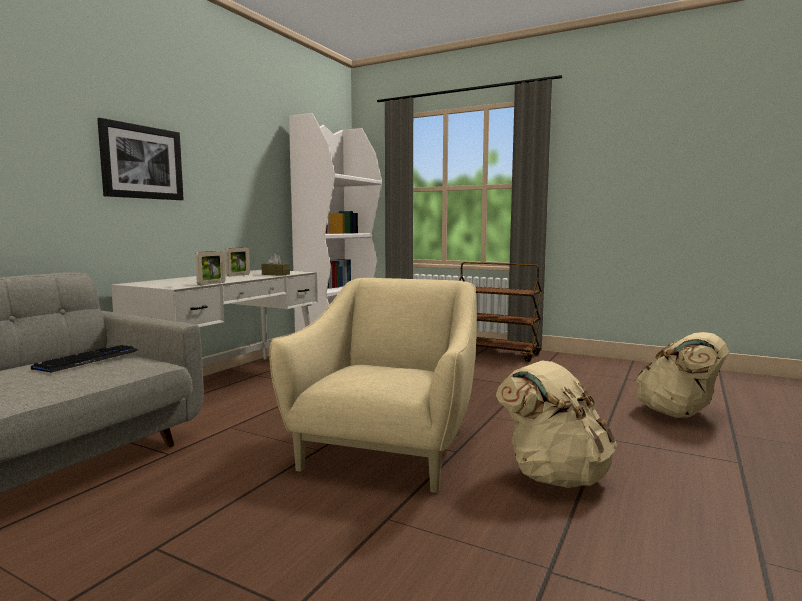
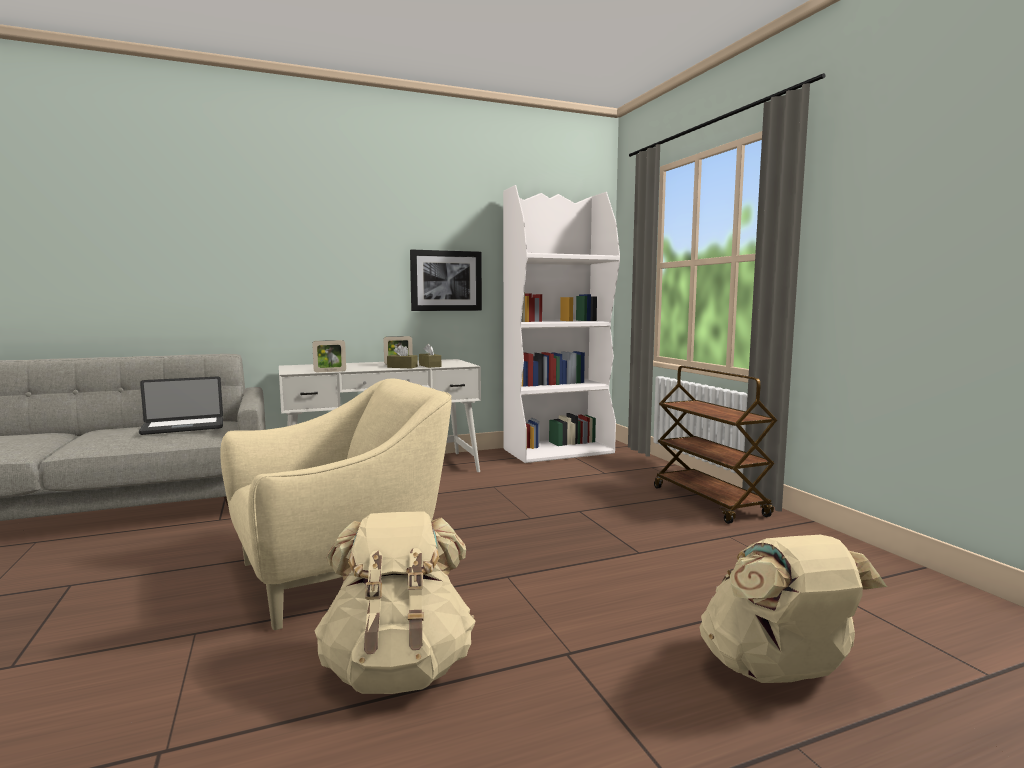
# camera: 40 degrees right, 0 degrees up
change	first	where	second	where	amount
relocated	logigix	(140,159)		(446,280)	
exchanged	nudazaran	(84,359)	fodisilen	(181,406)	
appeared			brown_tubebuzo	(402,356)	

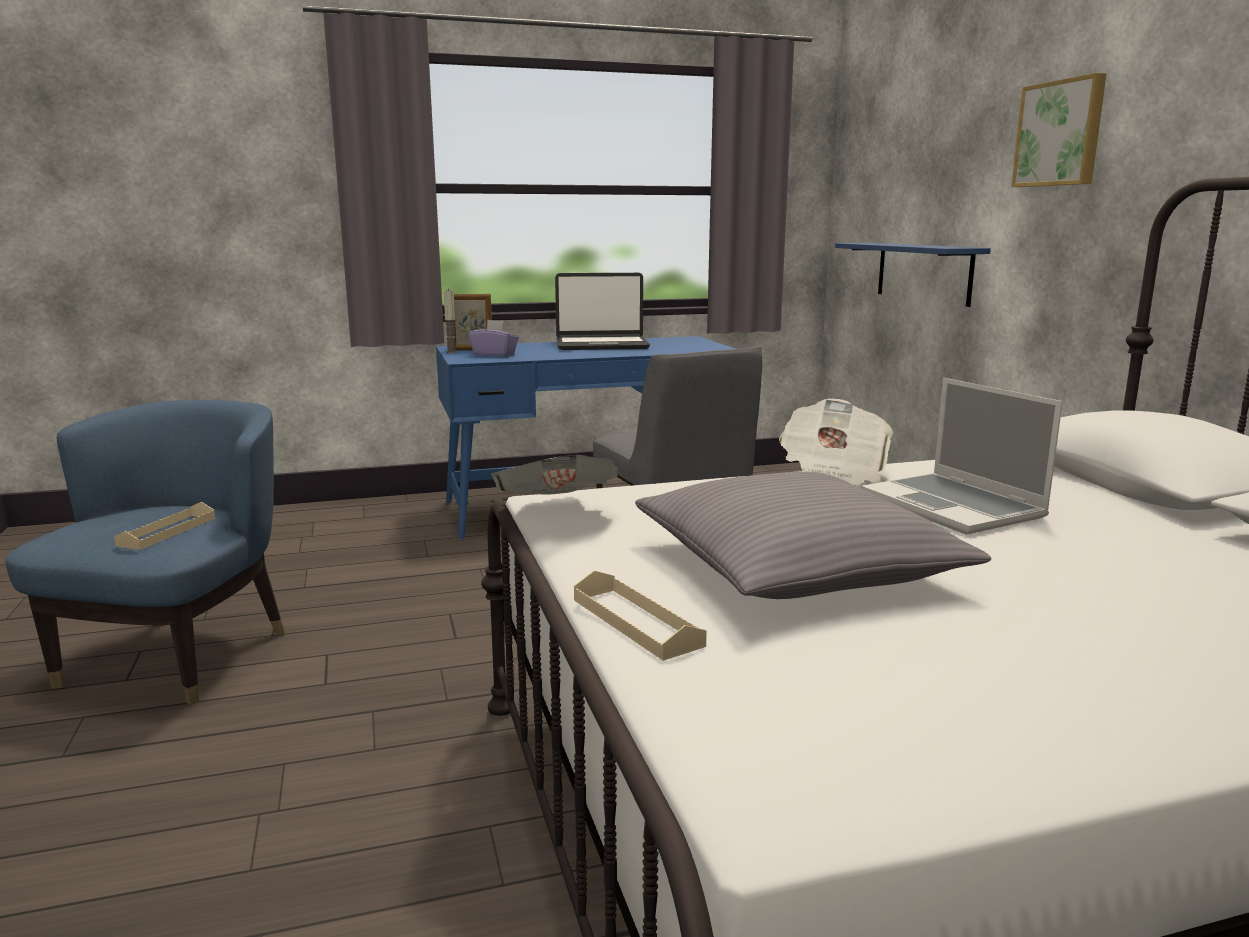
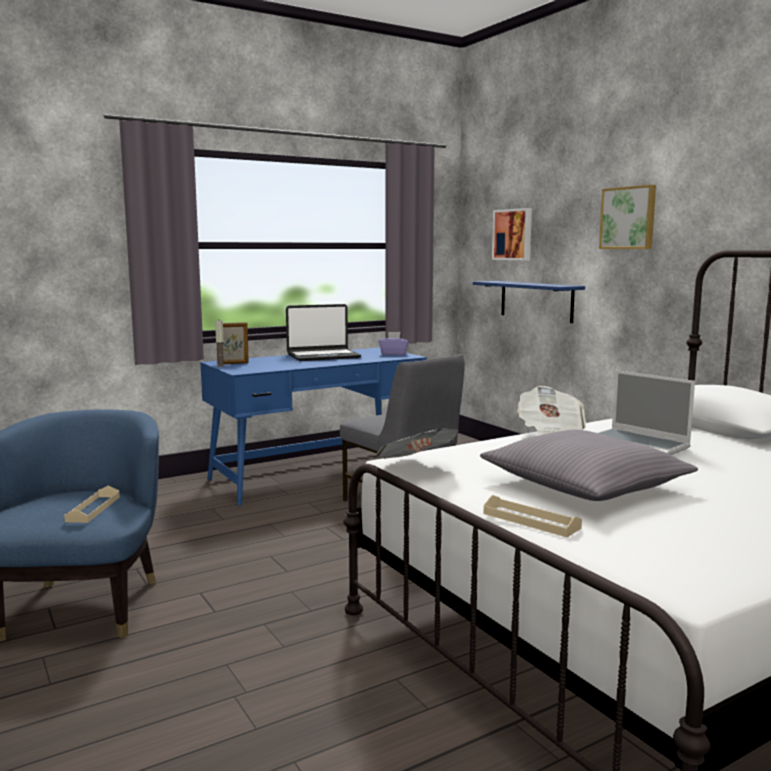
# camera: 15 degrees left, 5 degrees down
change	first	where	second	where	amount
relocated	purple_tubebuzo	(493,338)		(393,344)	
appeared			logigix	(512,234)	

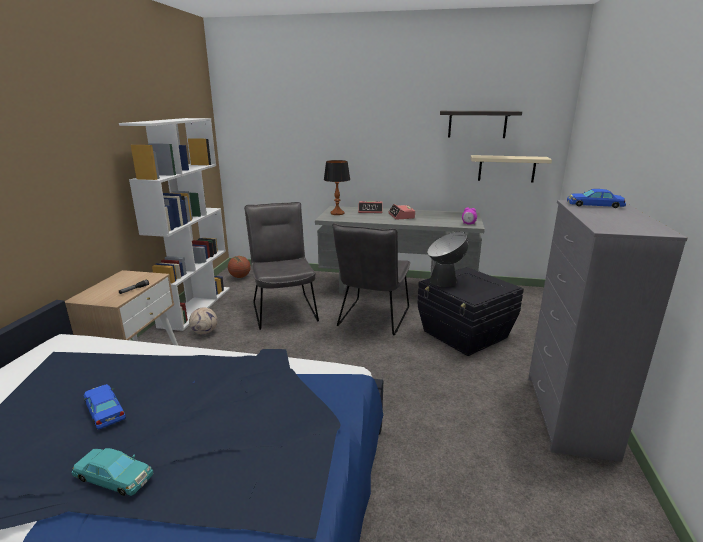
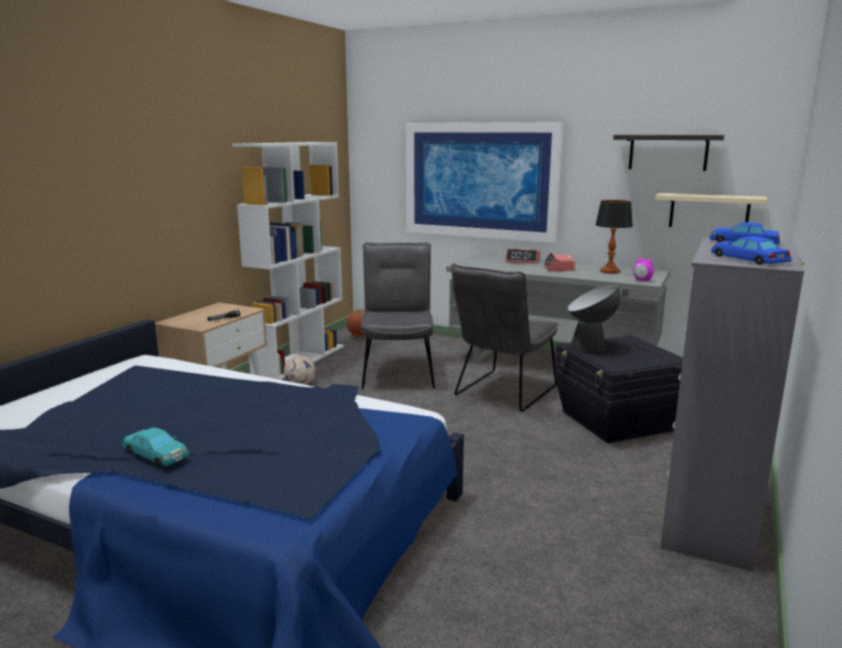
# camera: 15 degrees right, 5 degrees down
change	first	where	second	where	amount
relocated	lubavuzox	(337,187)		(614,236)	
relocated	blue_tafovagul	(105,407)		(751,250)	
appeared			logigix	(485,182)	

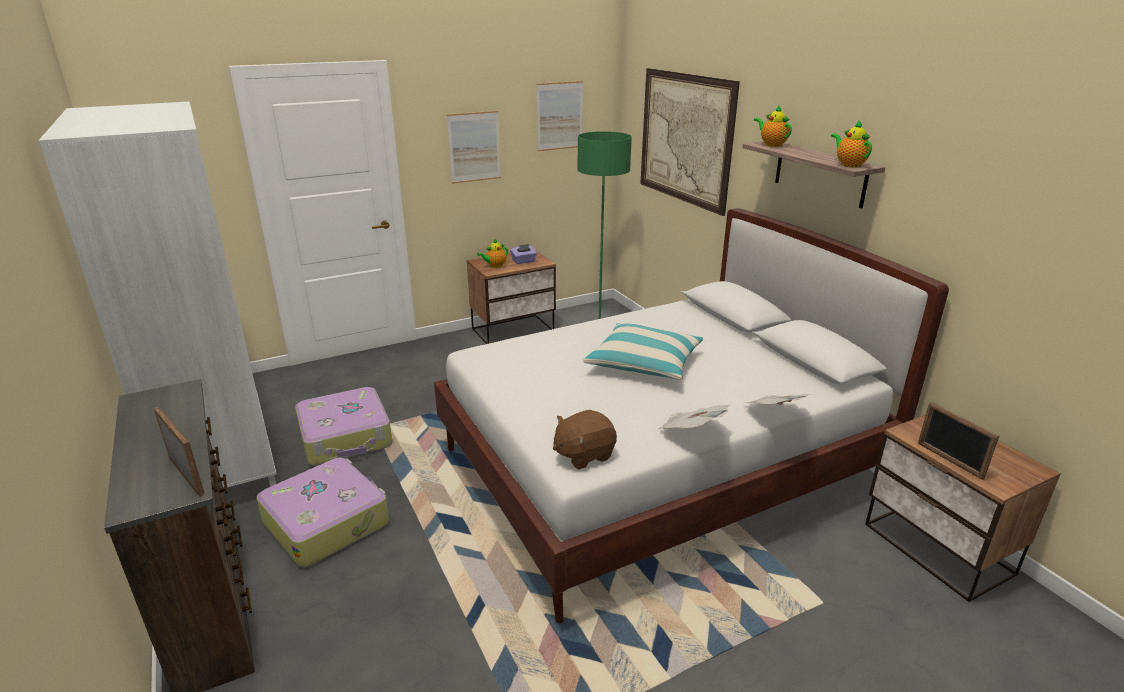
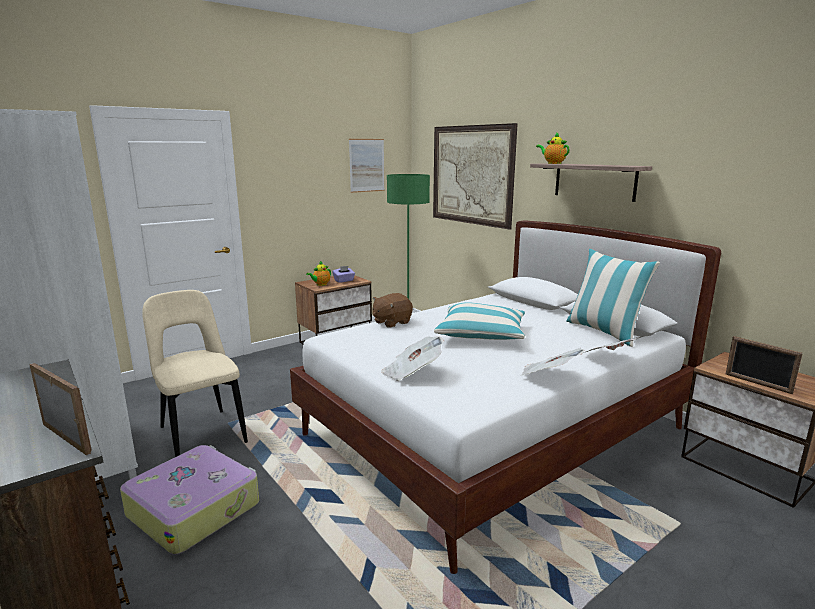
# camera: 10 degrees left, 10 degrees down
change	first	where	second	where	amount
missing	logigix	(474,147)			
missing	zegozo	(851,144)			
exchanged	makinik	(343,426)	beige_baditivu	(195,373)	
relocated	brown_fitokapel	(585,439)		(392,310)	
appeared			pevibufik	(613,298)	
appeared			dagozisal	(412,358)	

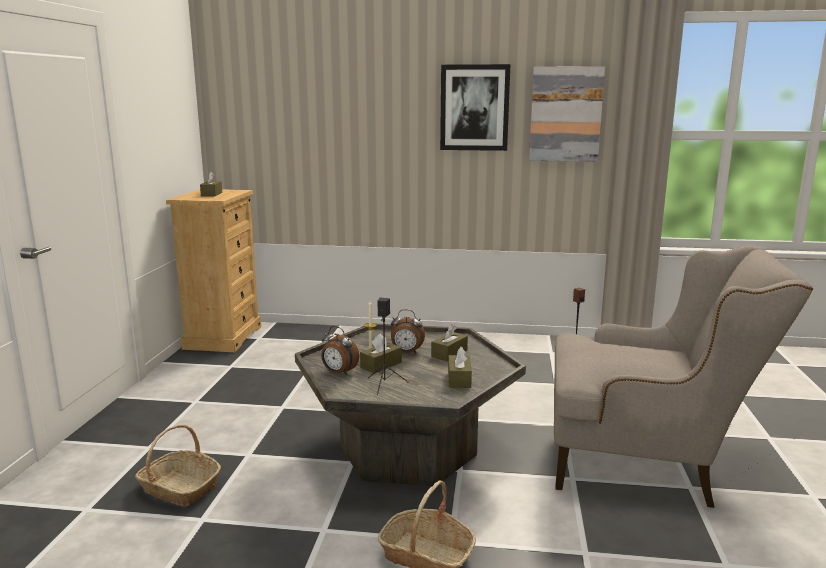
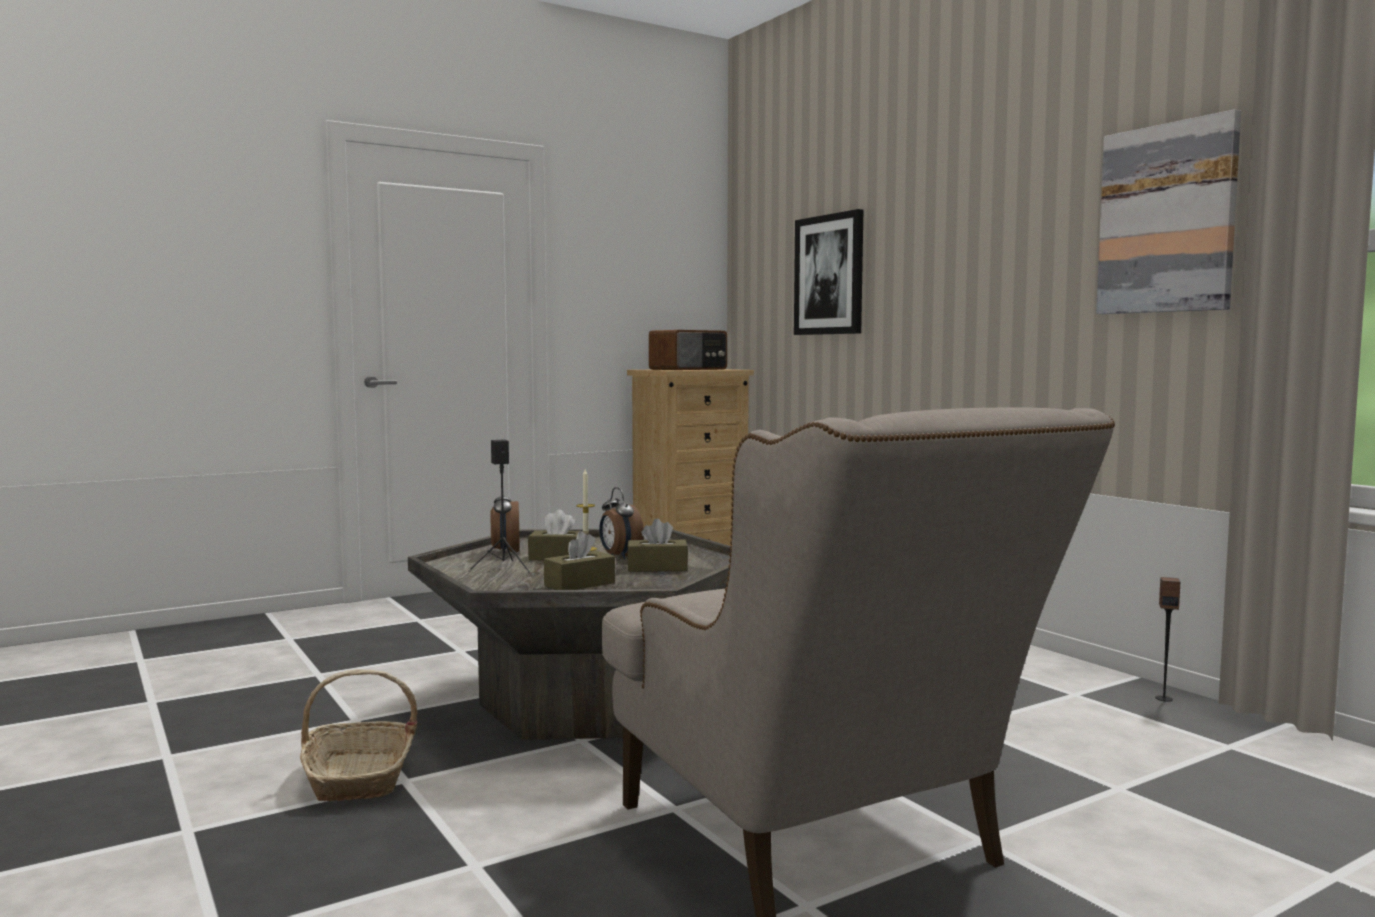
# camera: 50 degrees right, 10 degrees down
change	first	where	second	where	amount
relocated	logigix	(475,107)		(828,272)	
exchanged	brown_tubebuzo	(211,184)	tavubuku	(688,350)	
missing	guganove	(178,465)			

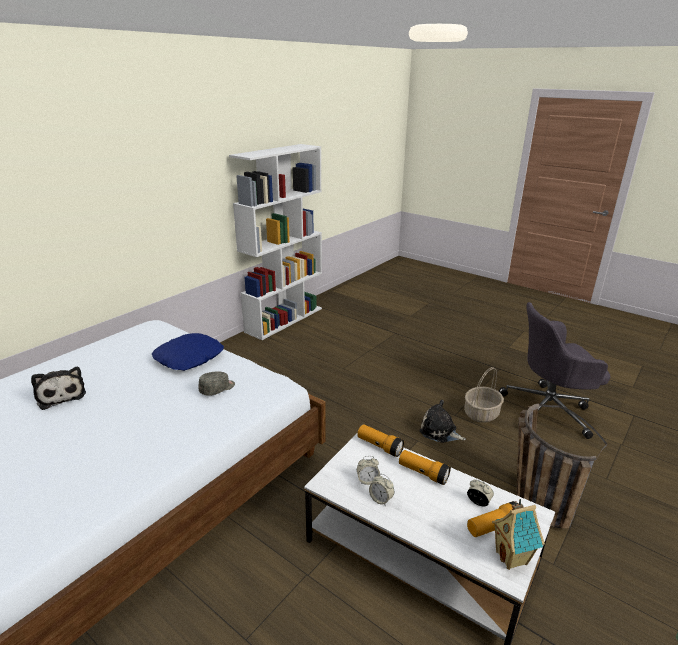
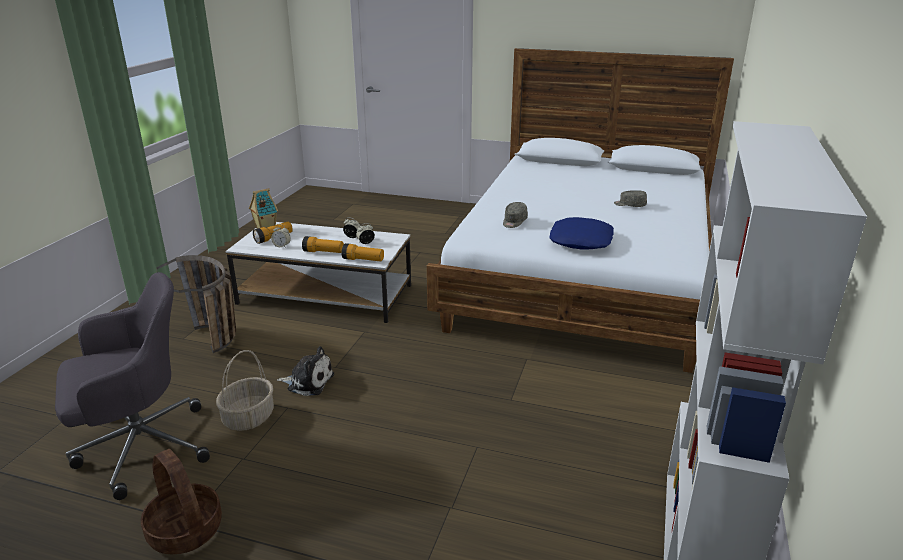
# camera: 160 degrees right, 0 degrees up
change	first	where	second	where	amount
exchanged	fitokapel	(58,388)	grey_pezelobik	(630,198)	
appeared			guganove	(181,501)	

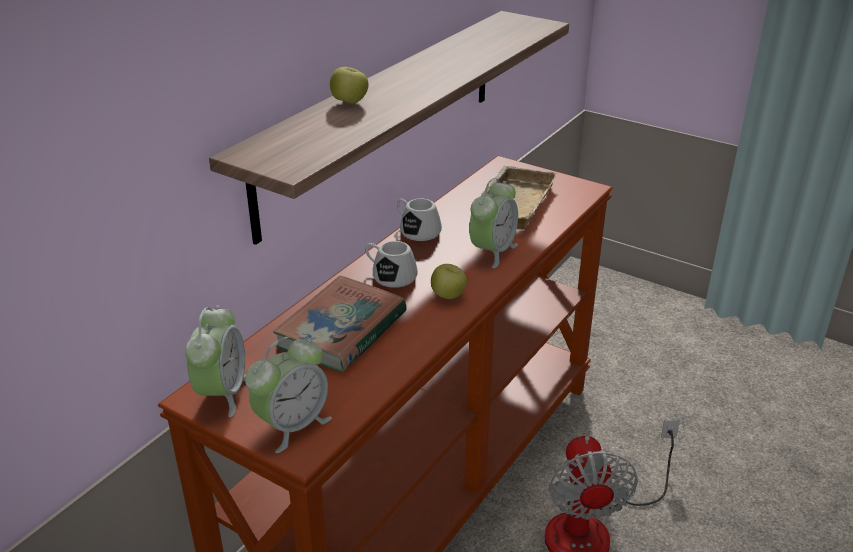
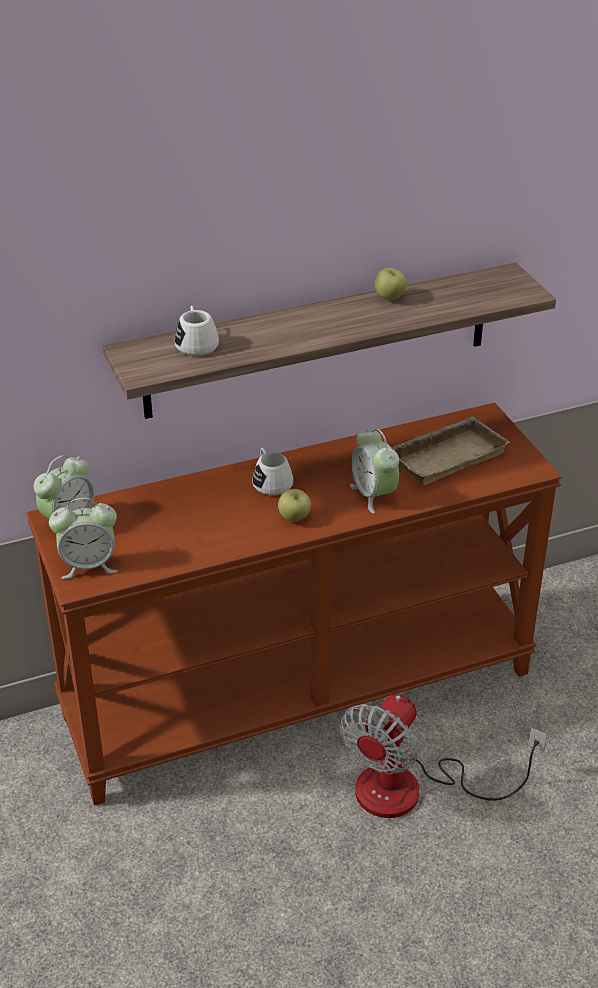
# camera: 35 degrees right, 5 degrees up
change	first	where	second	where	amount
relocated	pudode	(349,85)		(391,284)	
spun	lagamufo	(493,223)		(374,471)	90 degrees clockwise
relocated	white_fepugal	(419,219)		(197,331)	
missing	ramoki	(340,324)			

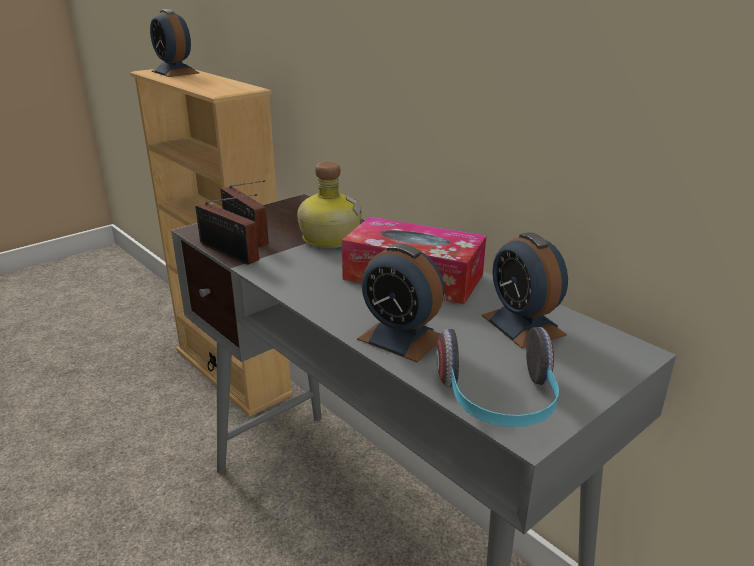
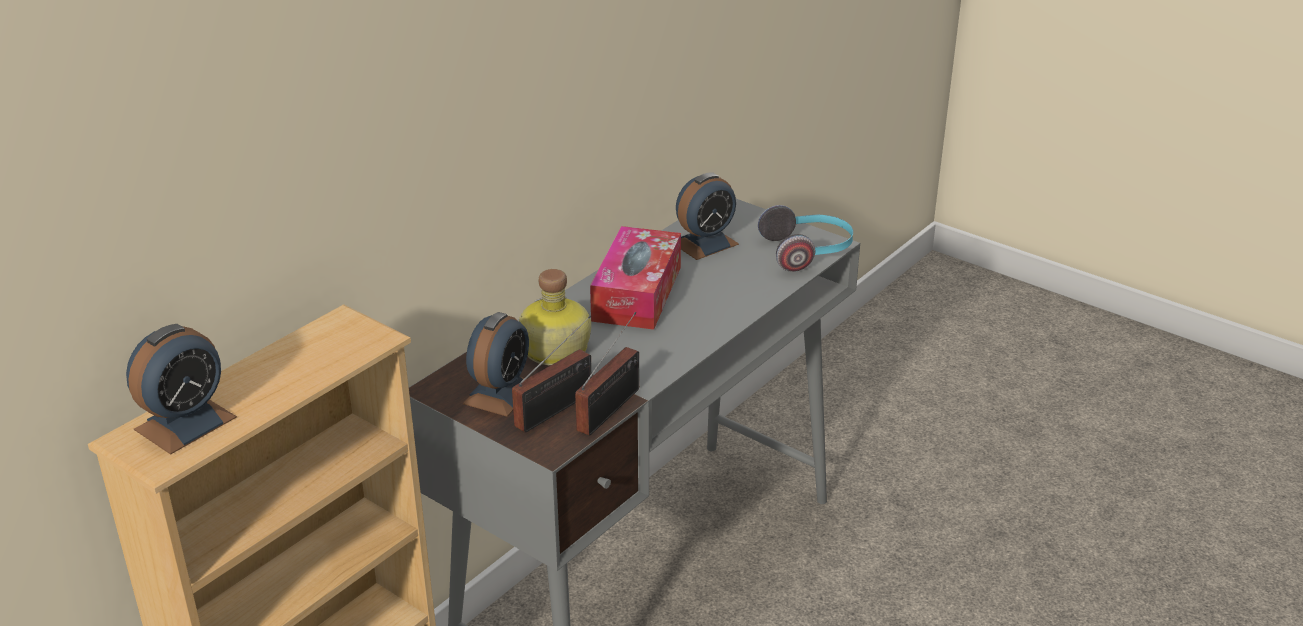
# camera: 100 degrees left, 5 degrees up
change	first	where	second	where	amount
relocated	lagamufo	(400,302)		(496,364)	

